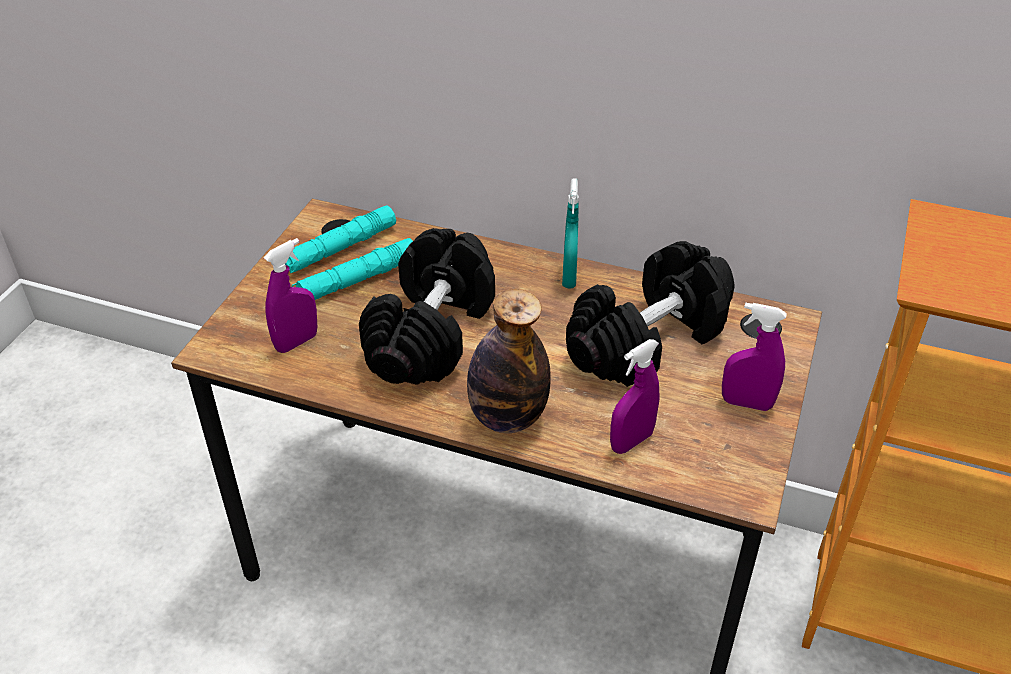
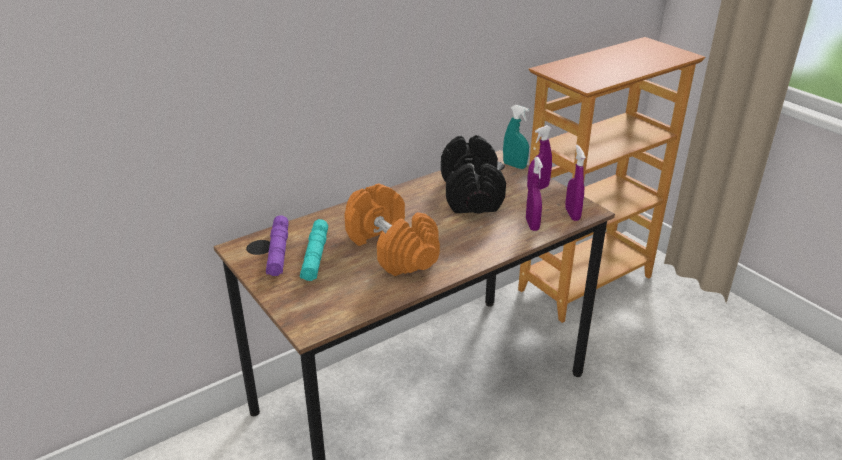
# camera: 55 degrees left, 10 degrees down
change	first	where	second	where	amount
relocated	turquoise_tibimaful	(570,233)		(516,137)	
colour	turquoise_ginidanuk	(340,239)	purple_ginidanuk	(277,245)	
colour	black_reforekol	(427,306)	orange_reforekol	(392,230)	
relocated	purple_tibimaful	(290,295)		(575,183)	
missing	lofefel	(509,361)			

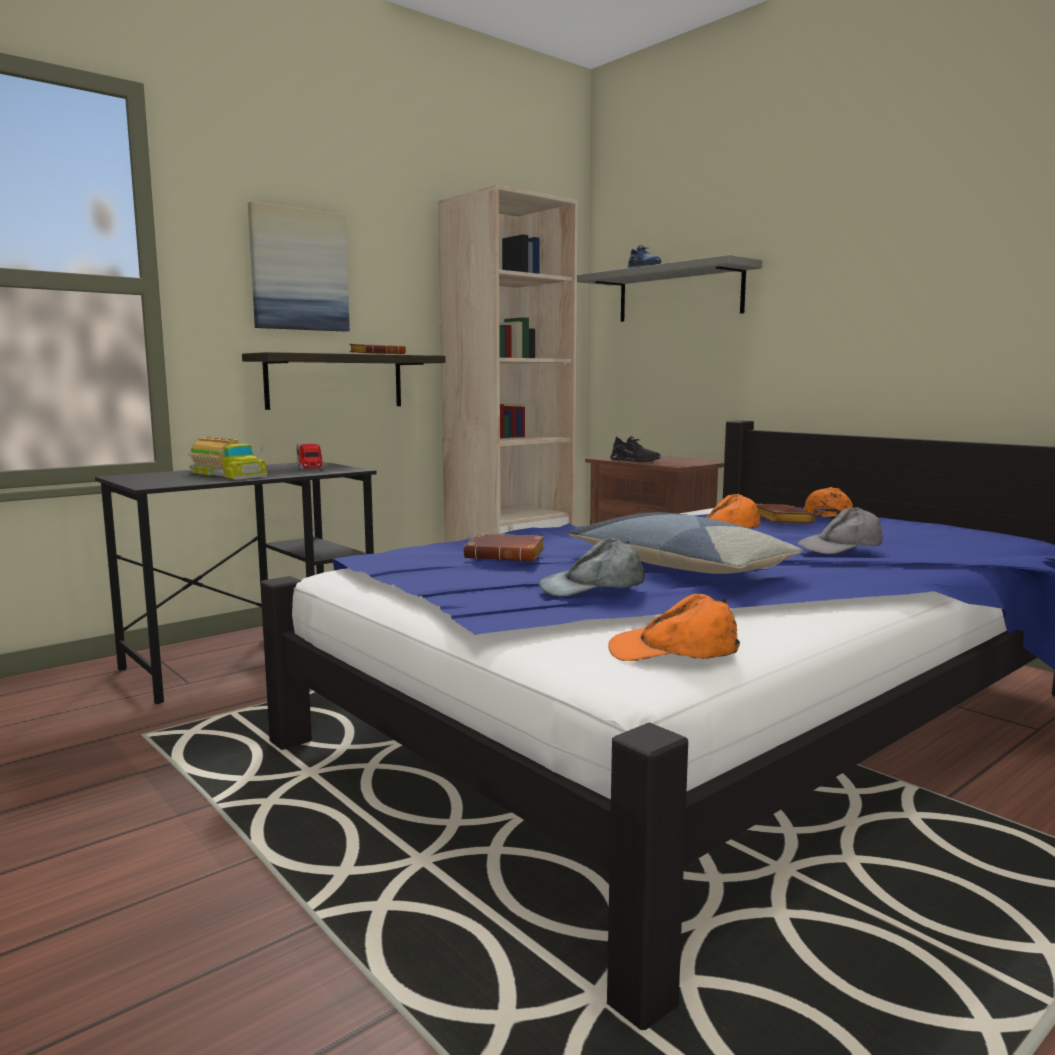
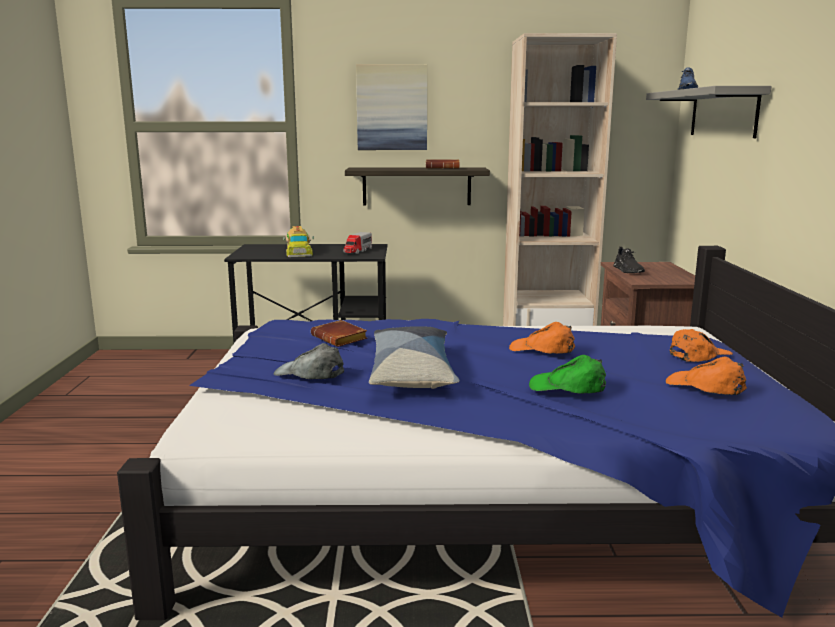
# camera: 40 degrees right, 5 degrees up
change	first	where	second	where	amount
missing	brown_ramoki	(785,513)			
colour	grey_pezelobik	(840,530)	green_pezelobik	(567,374)	
relocated	orange_pezelobik	(674,627)		(706,376)	

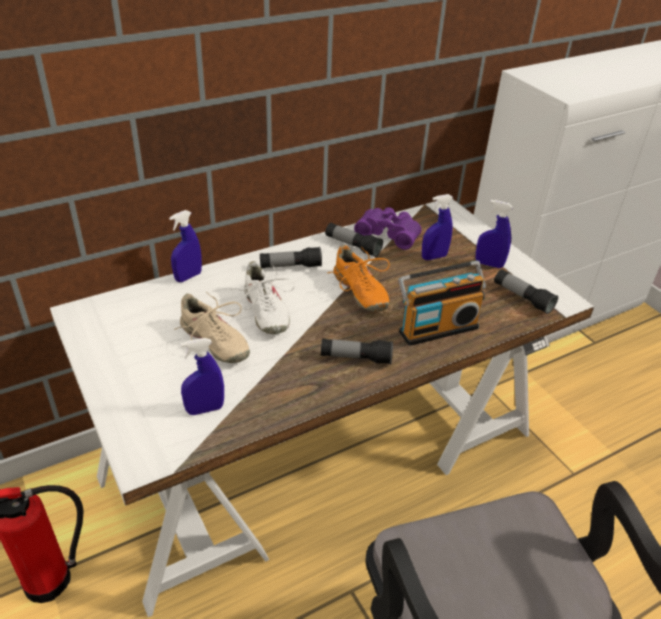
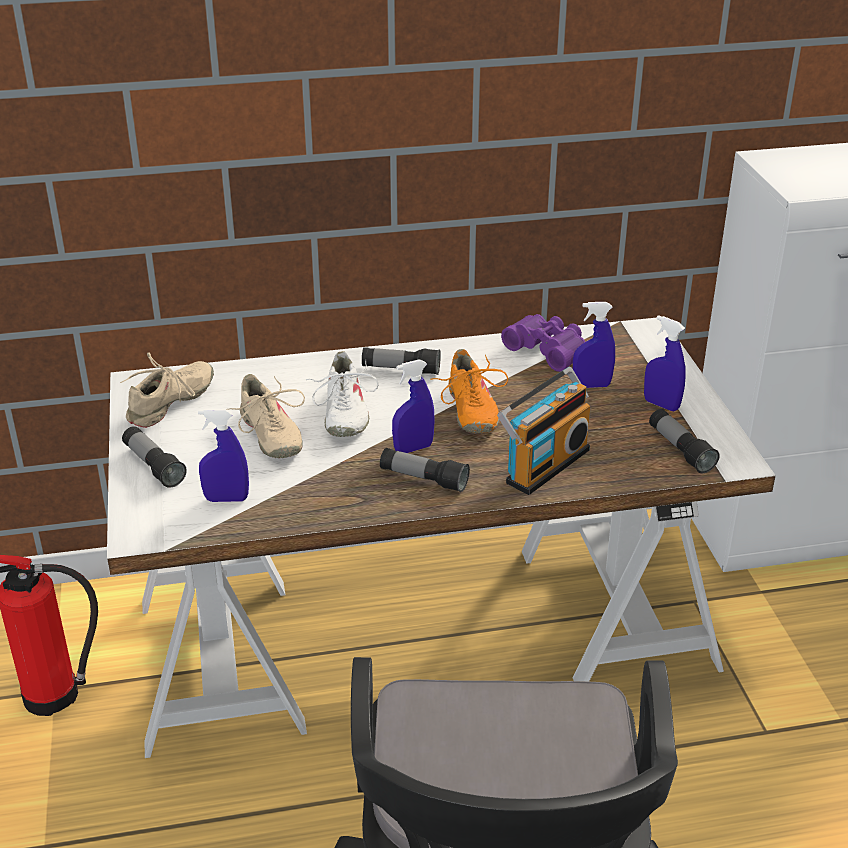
# camera: 20 degrees right, 5 degrees down
change	first	where	second	where	amount
relocated	blue_tibimaful	(185,246)		(413,406)	
relocated	ginidanuk	(354,240)		(154,457)	
spun	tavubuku	(442,303)		(543,431)	45 degrees counterclockwise
appeared			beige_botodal	(167,390)	

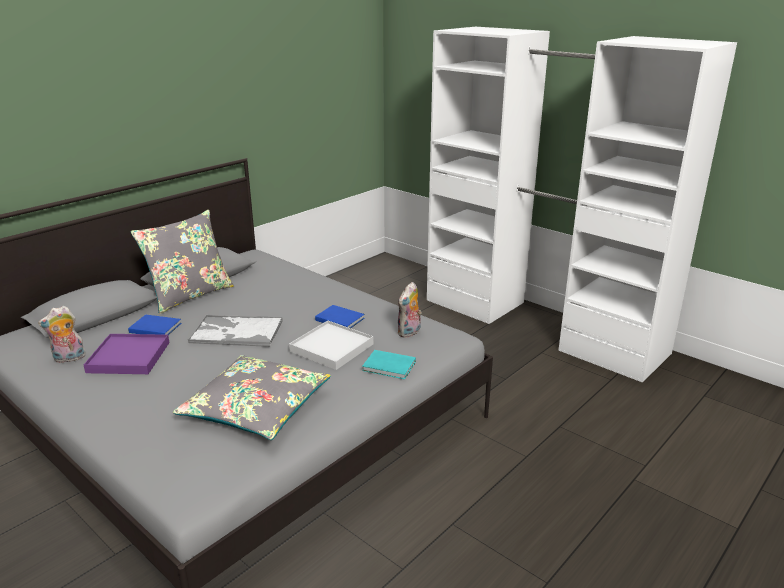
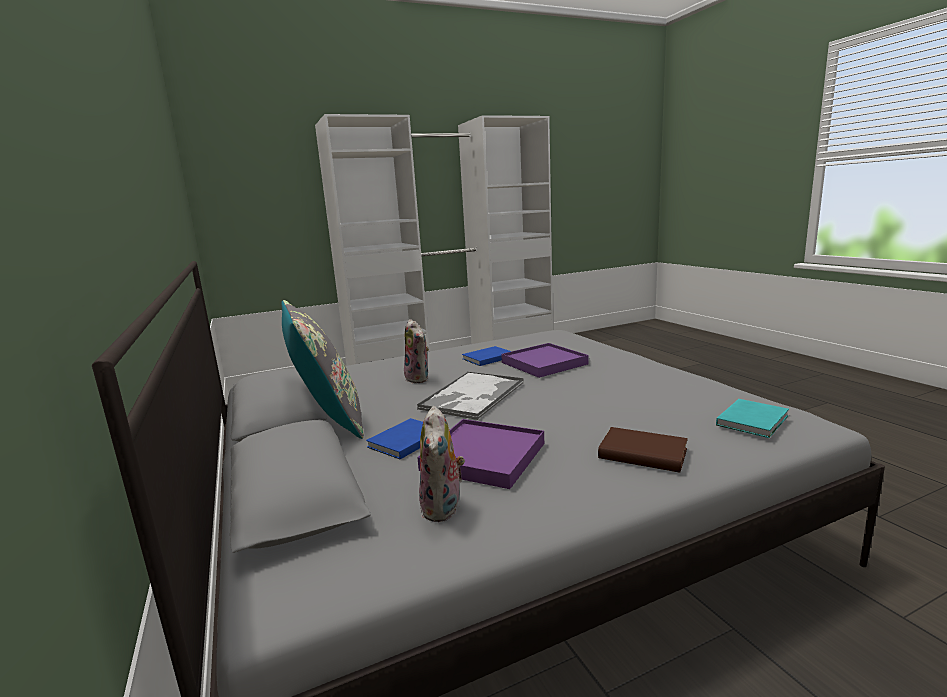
# camera: 65 degrees left, 10 degrees down
change	first	where	second	where	amount
relocated	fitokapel	(410,310)		(416,351)	
colour	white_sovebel	(331,345)	purple_sovebel	(545,360)	
relocated	turquoise_ramoki	(389,364)		(752,418)	
missing	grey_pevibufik	(252,397)			
appeared			brown_ramoki	(643,450)	

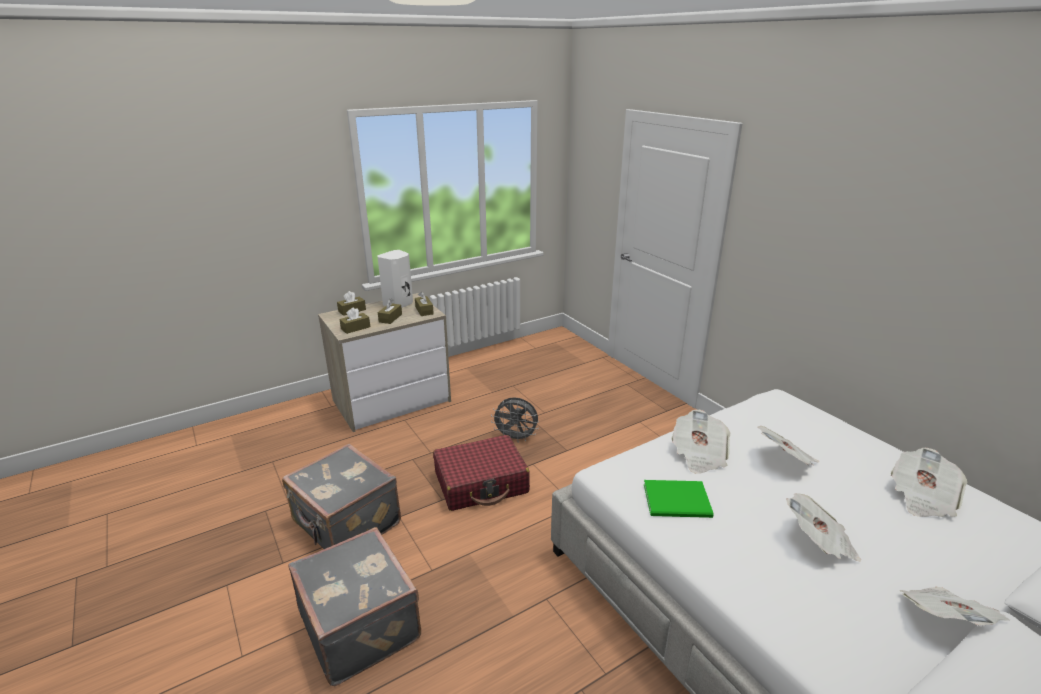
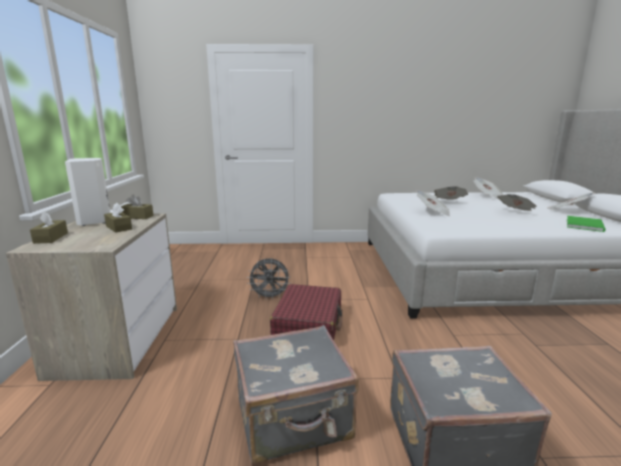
# camera: 60 degrees left, 10 degrees down
change	first	where	second	where	amount
missing	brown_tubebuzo	(354,320)			
spun	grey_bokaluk	(515,419)		(269,279)	45 degrees clockwise
relocated	green_ramoki	(679,499)		(586,224)	

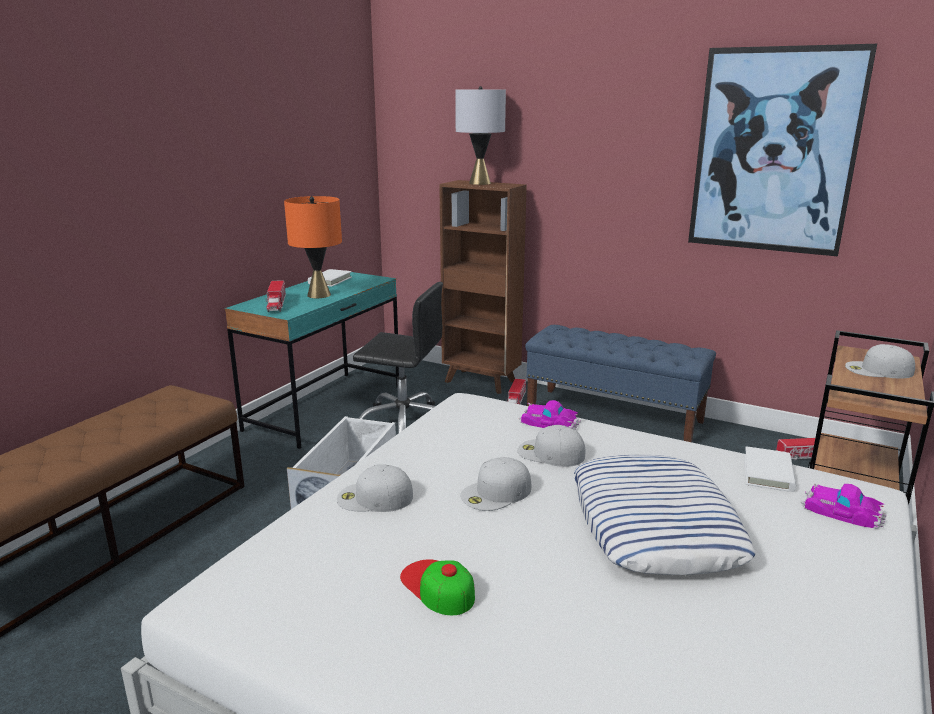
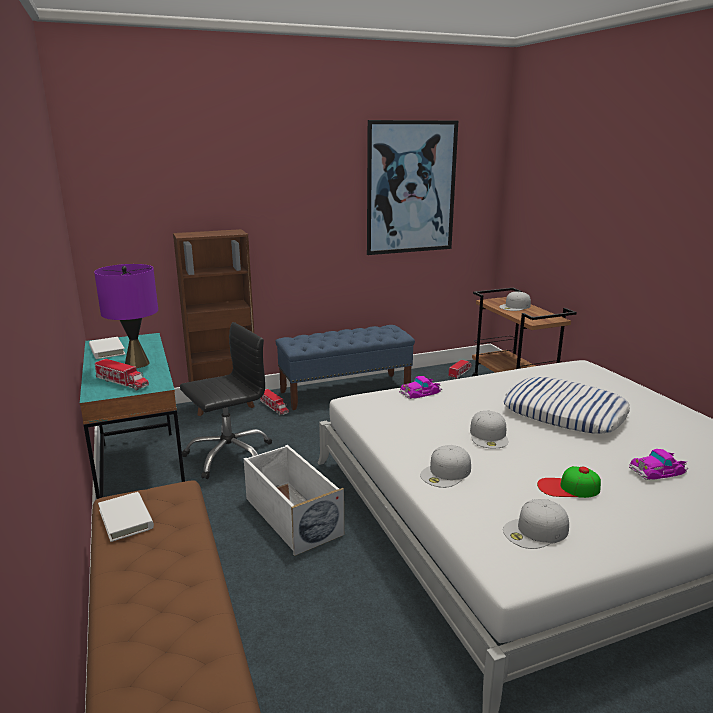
# camera: 50 degrees left, 0 degrees up
change	first	where	second	where	amount
missing	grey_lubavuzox	(480,135)			
colour	orange_lubavuzox	(313,247)	purple_lubavuzox	(126,316)	
relocated	white_pezelobik	(551,446)		(536,524)	
relocated	white_ramoki	(770,469)		(126,517)	
relocated	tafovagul	(843,506)		(658,464)	

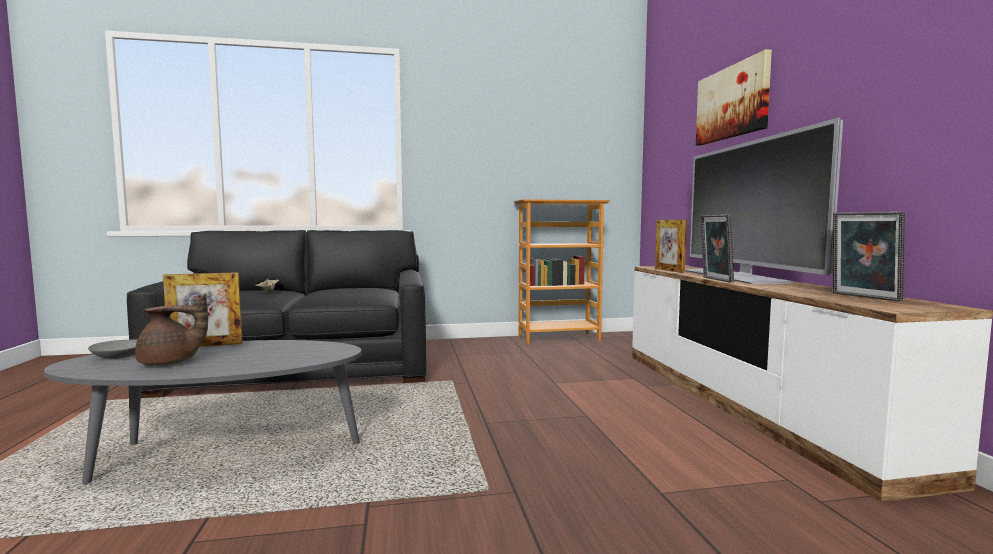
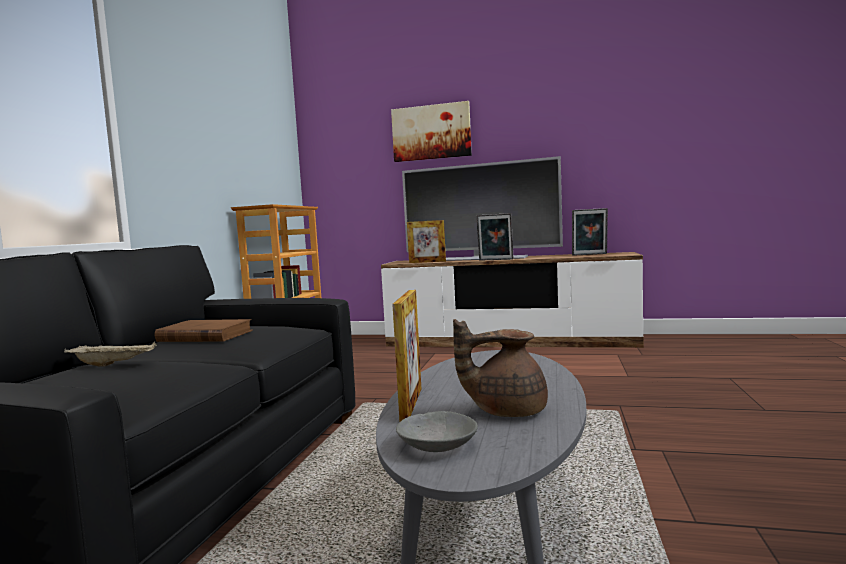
# camera: 65 degrees left, 0 degrees up
change	first	where	second	where	amount
spun	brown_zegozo	(171,329)		(500,368)	105 degrees counterclockwise
appeared			brown_ramoki	(204,330)	

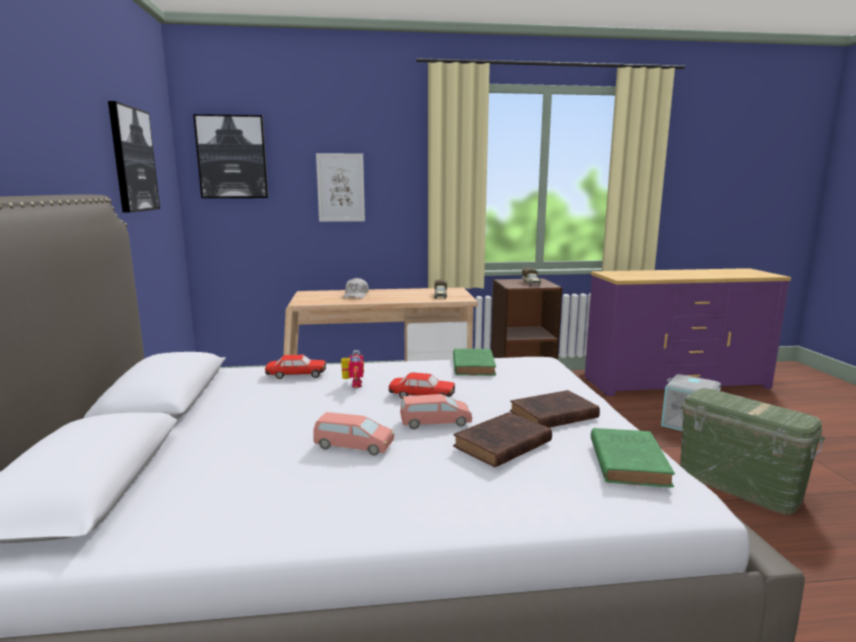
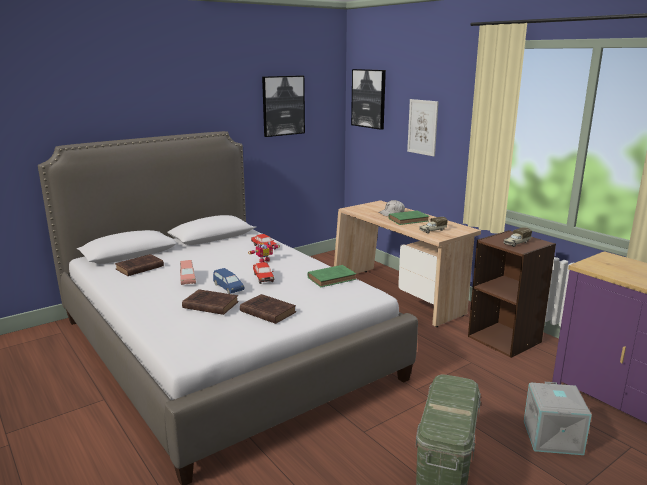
# camera: 60 degrees right, 5 degrees up
change	first	where	second	where	amount
colour	pink_tafovagul	(436,412)	blue_tafovagul	(228,281)	
relocated	green_ramoki	(633,457)		(409,217)	
appeared			brown_ramoki	(139,265)	

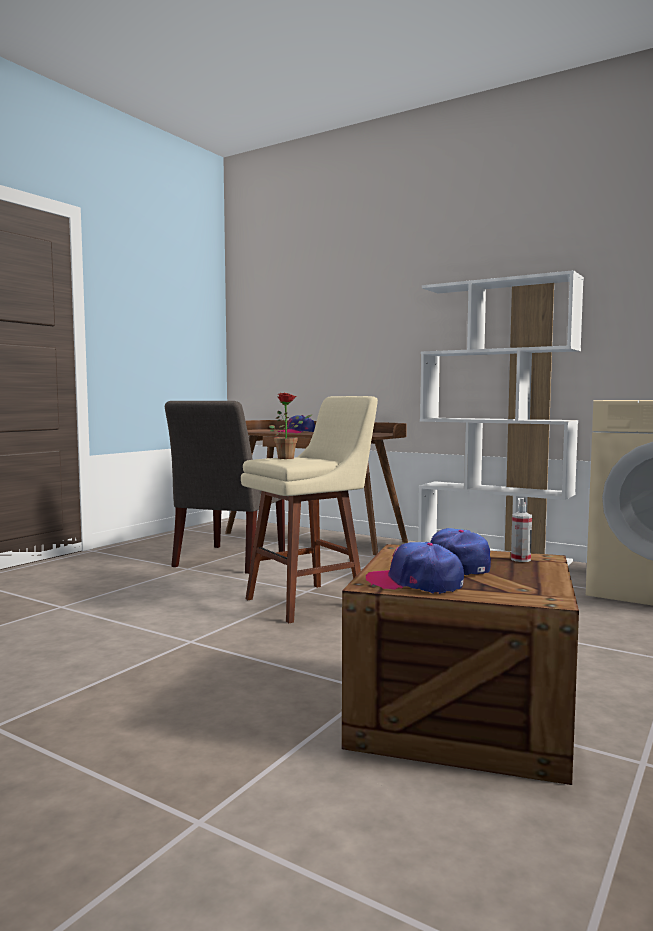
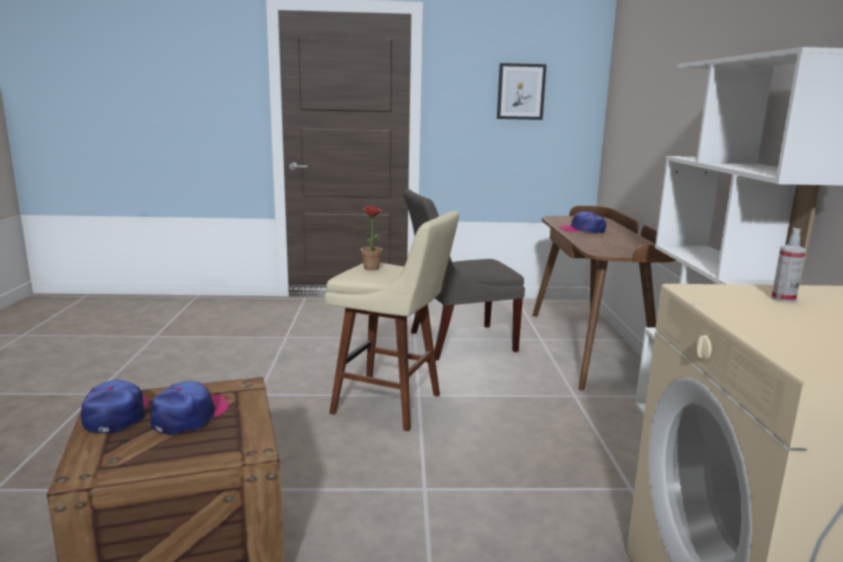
# camera: 55 degrees right, 10 degrees up
change	first	where	second	where	amount
relocated	tibimaful	(521,530)		(788,265)	
appeared			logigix	(522,91)	

